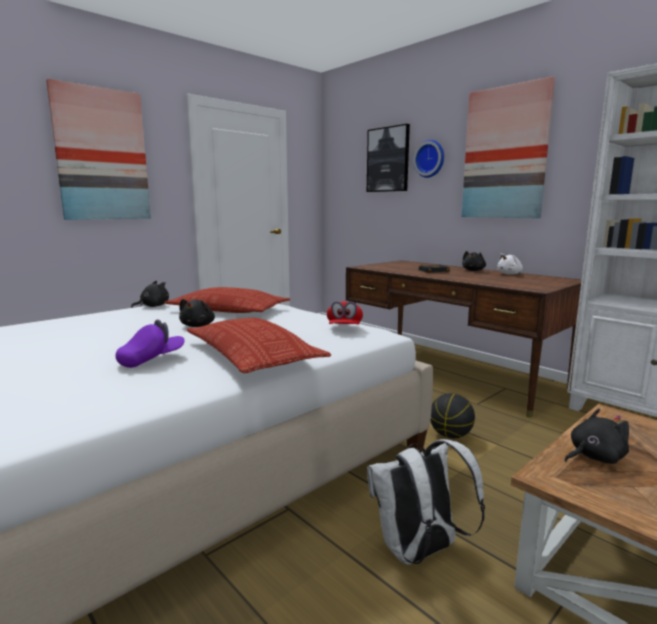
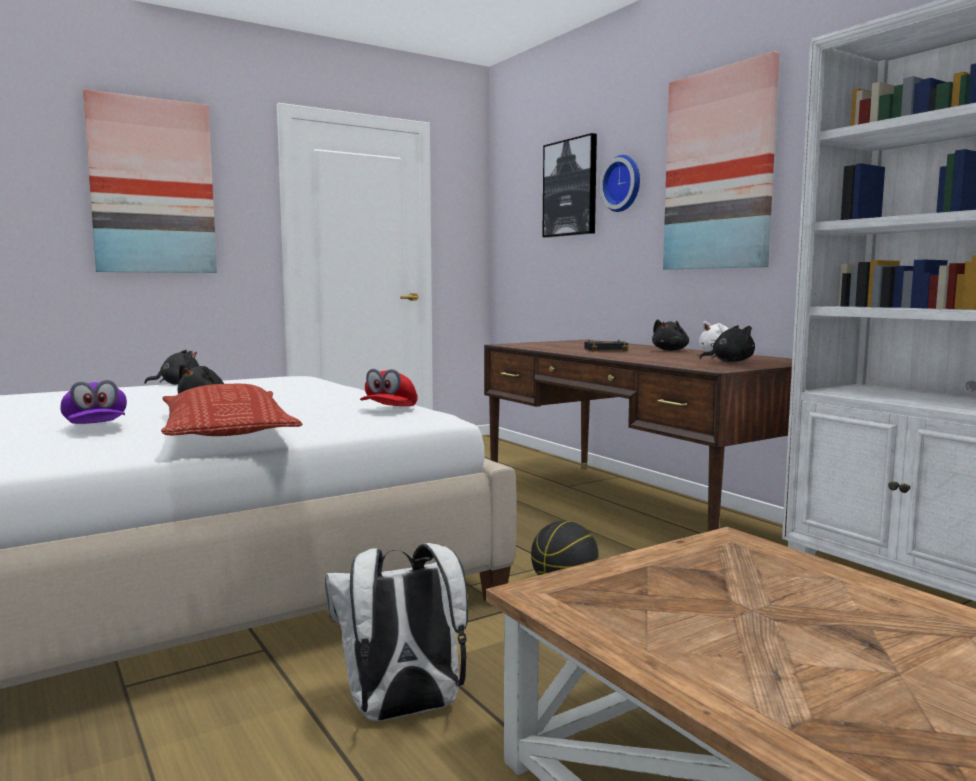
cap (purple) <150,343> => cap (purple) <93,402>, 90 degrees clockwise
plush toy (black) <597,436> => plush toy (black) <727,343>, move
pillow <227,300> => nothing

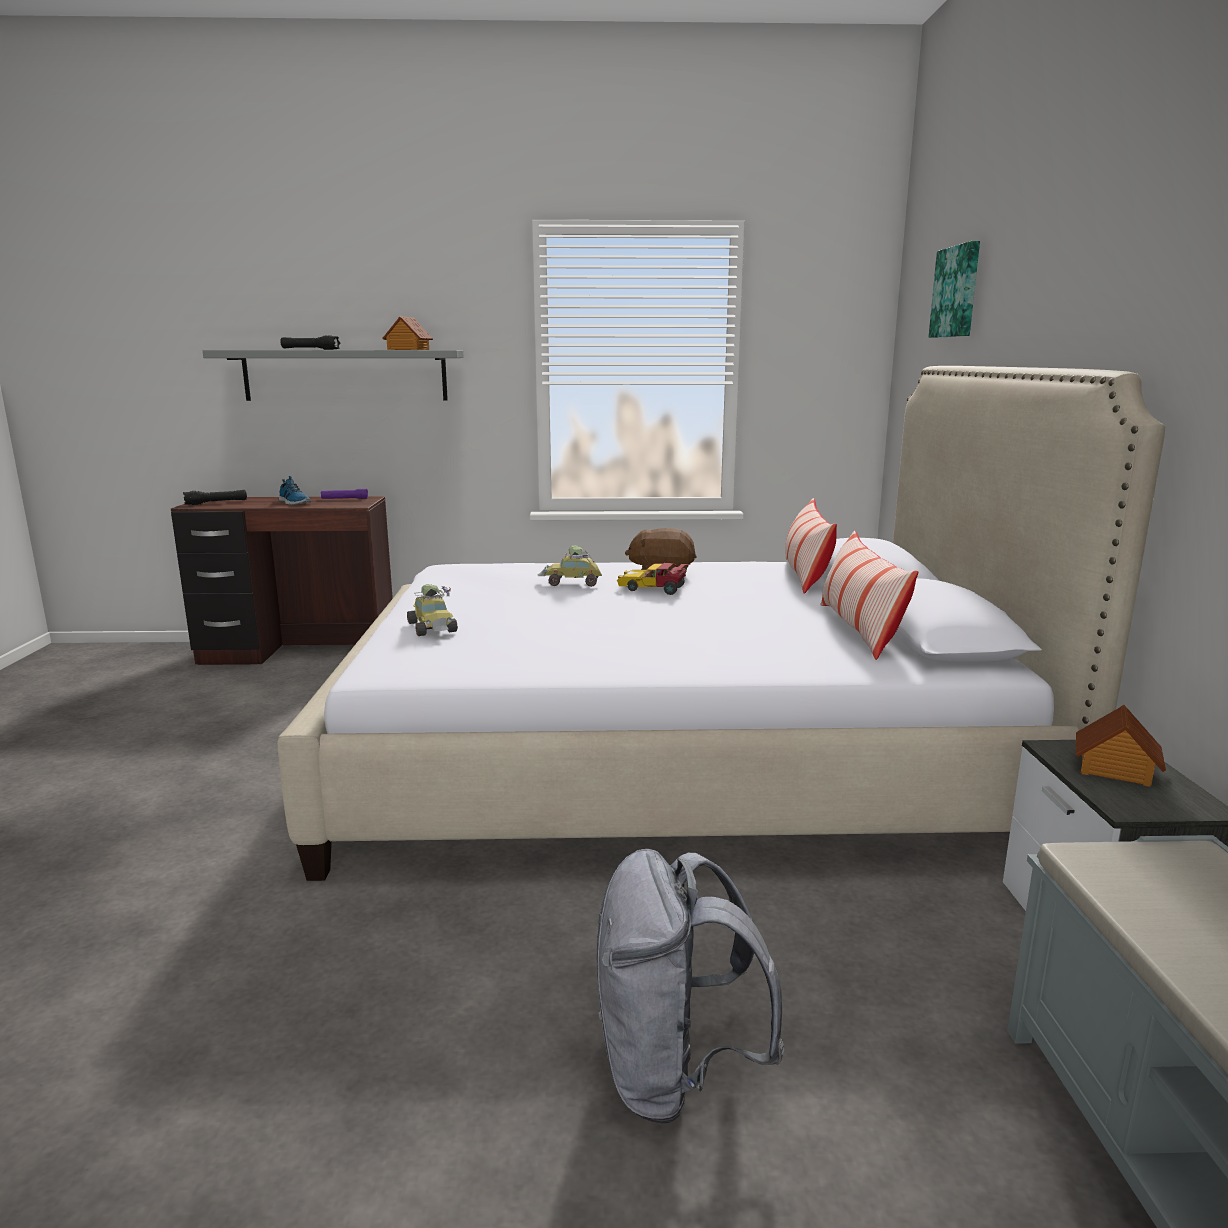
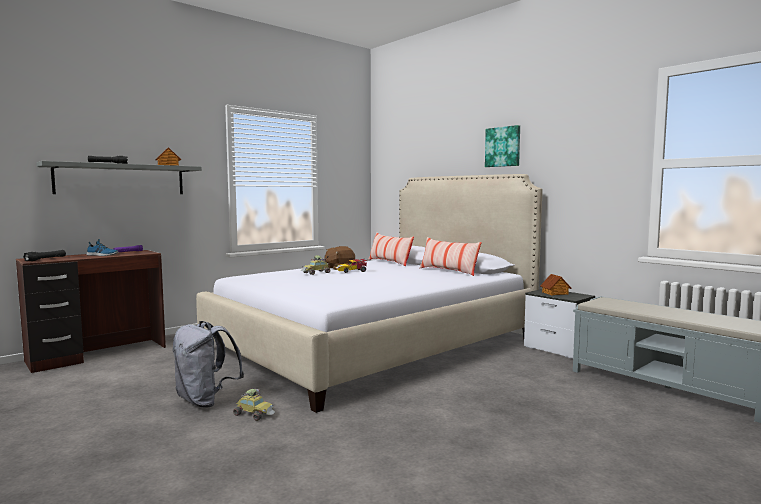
backpack (grey) <691,986> => backpack (grey) <208,364>, move
toy car <432,610> => toy car <254,404>, move
picture <954,289> => picture <502,146>, move

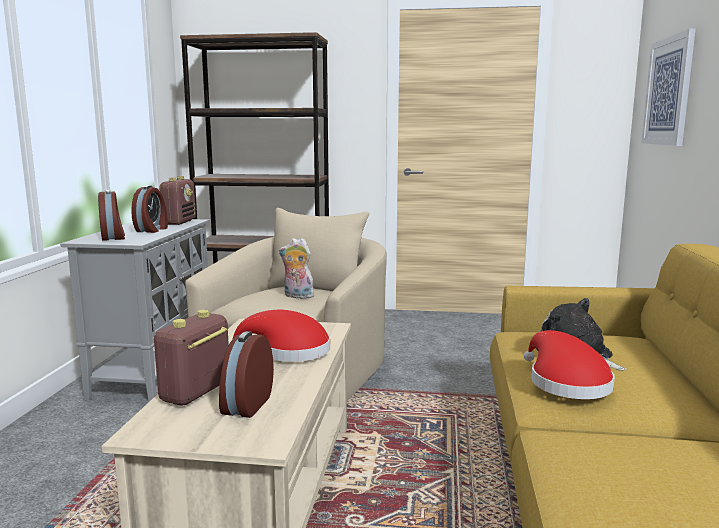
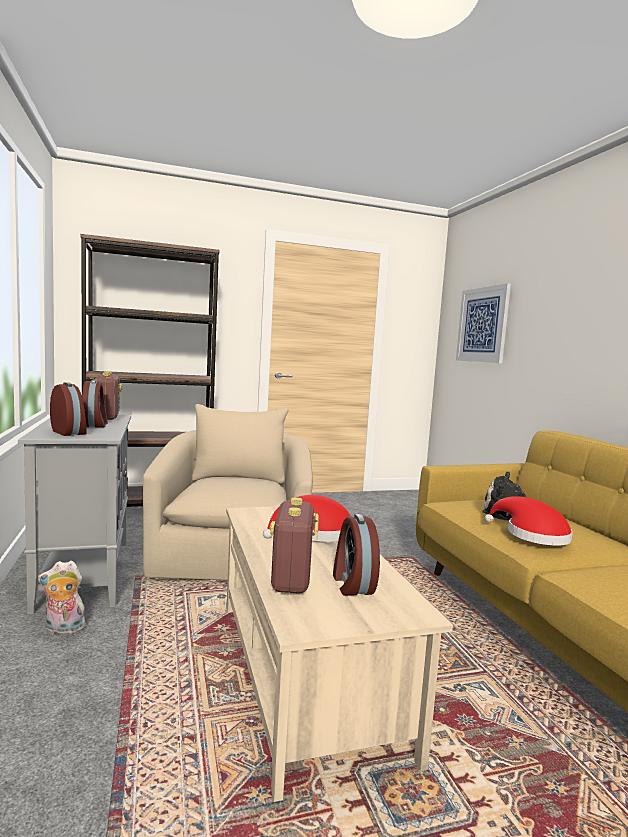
plush toy <296,268> => plush toy <62,598>, move

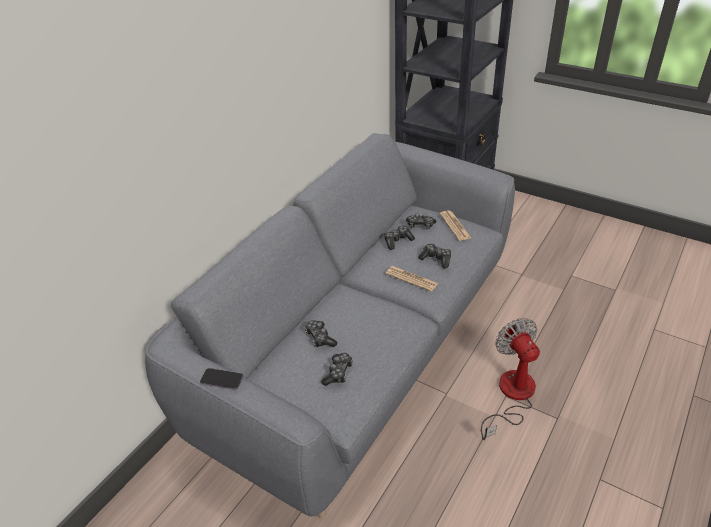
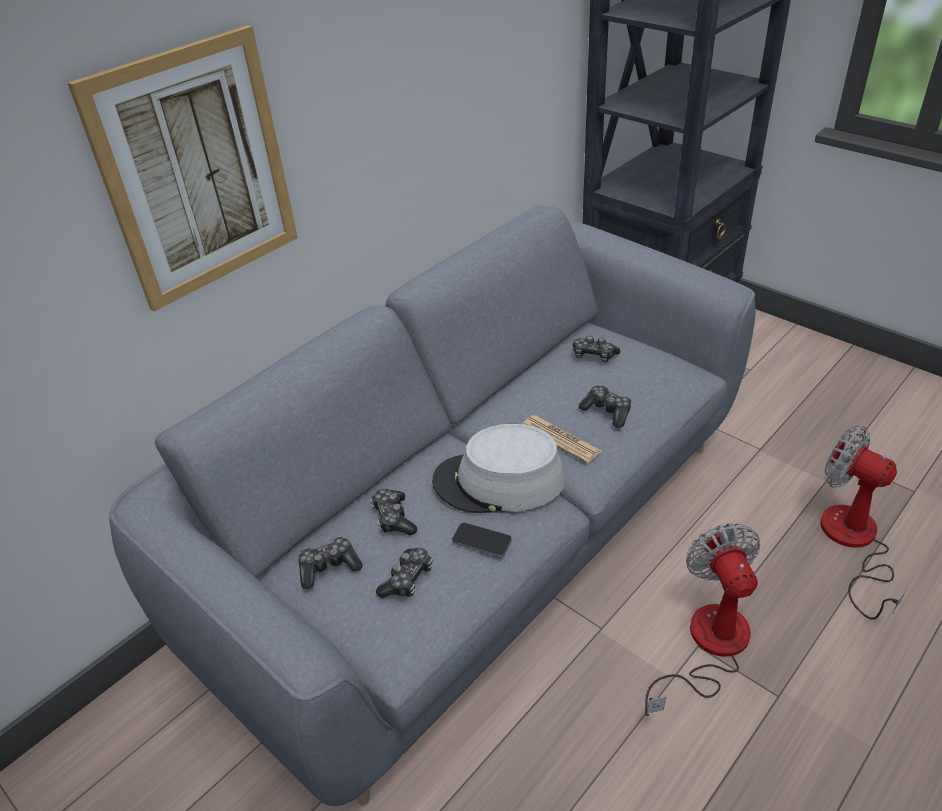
nothing => picture <183,168>
game controller <399,238> => game controller <330,562>, move
nothing => hat (grey) <498,468>
phone <221,379> => phone <482,540>, move
nothing => fan <863,522>
newspaper <455,225> => nothing

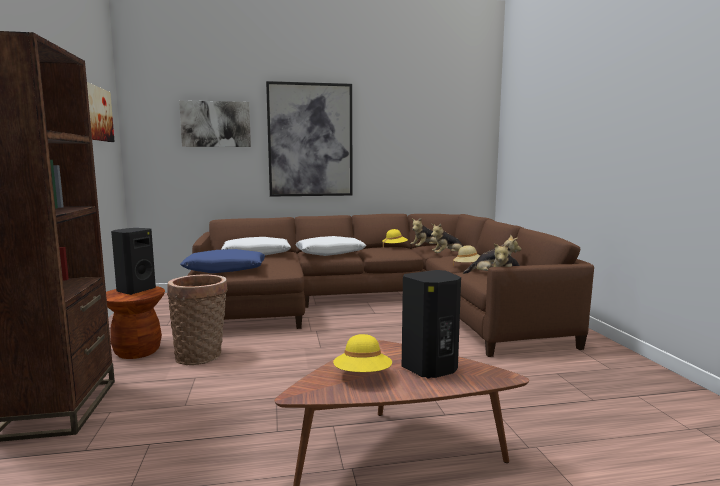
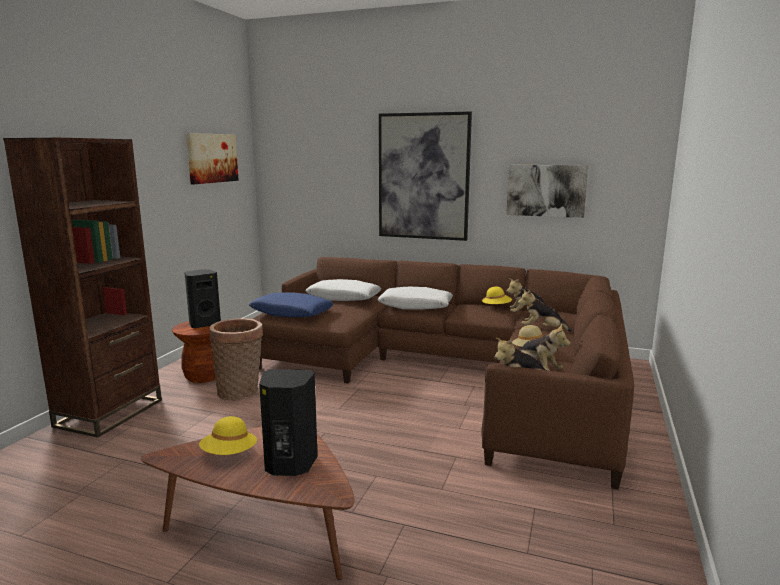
picture <215,123> => picture <547,191>, move

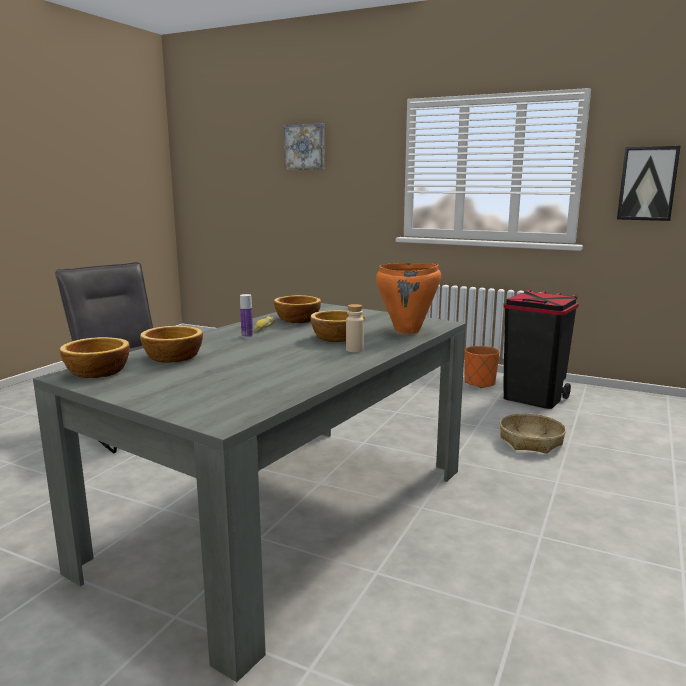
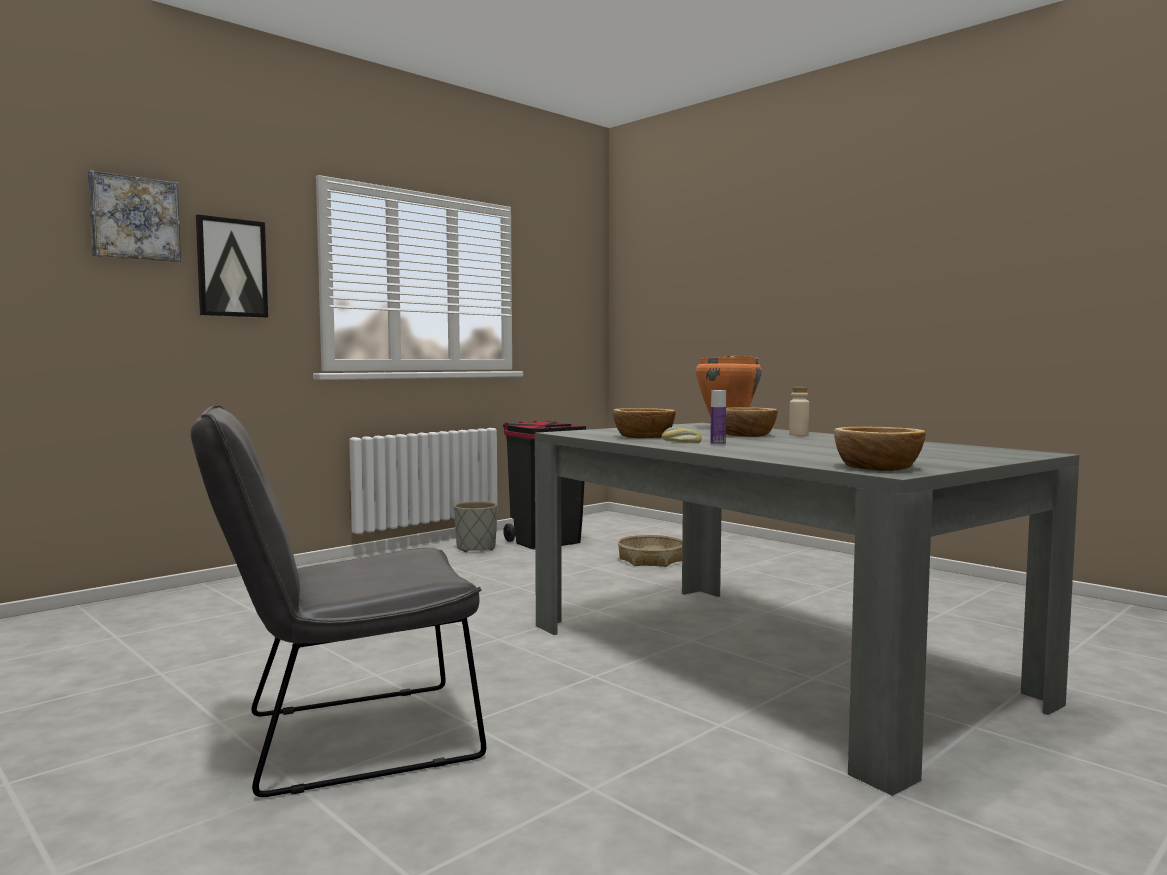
picture <649,183> => picture <232,266>, move
planter (orange) <481,367> => planter (grey) <475,526>
bowl <171,344> => nothing

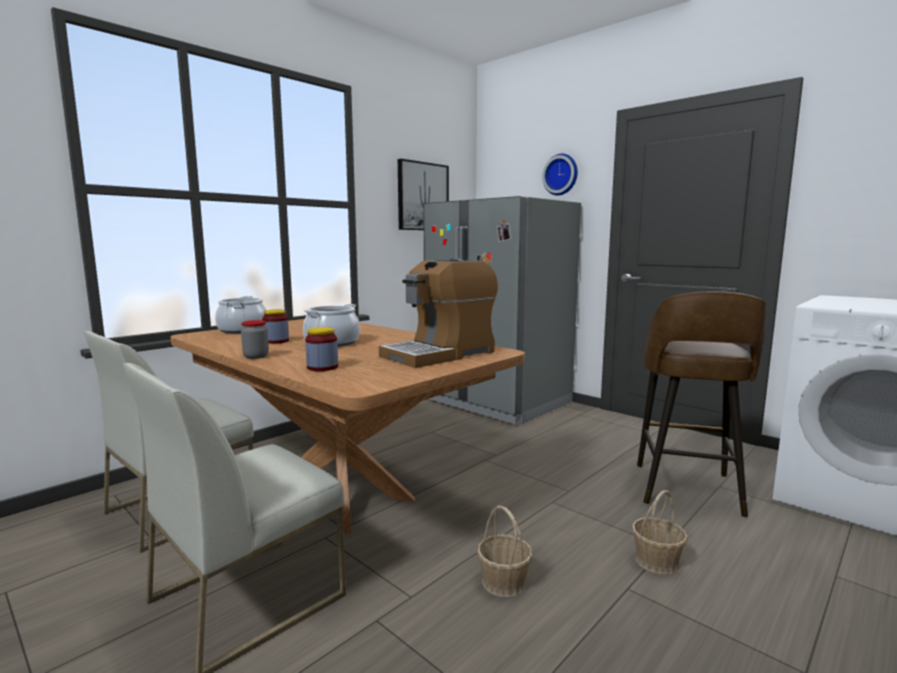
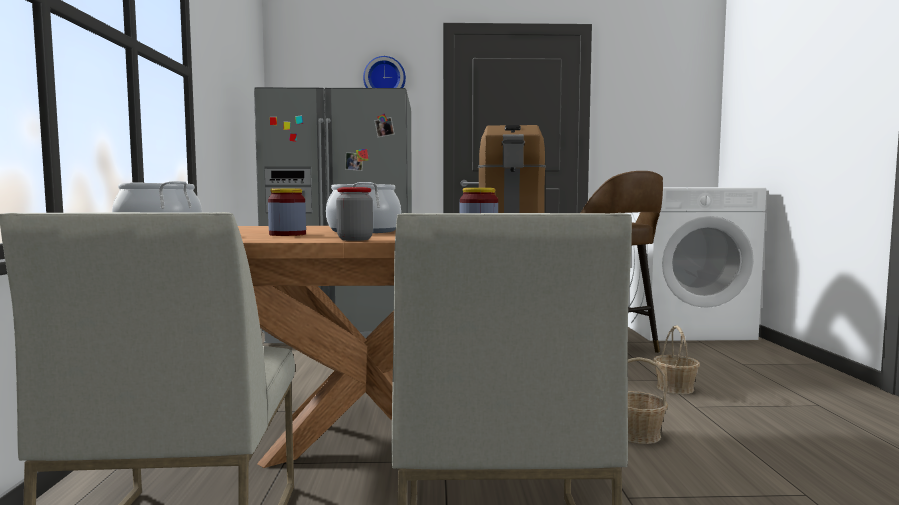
picture <423,194> => nothing

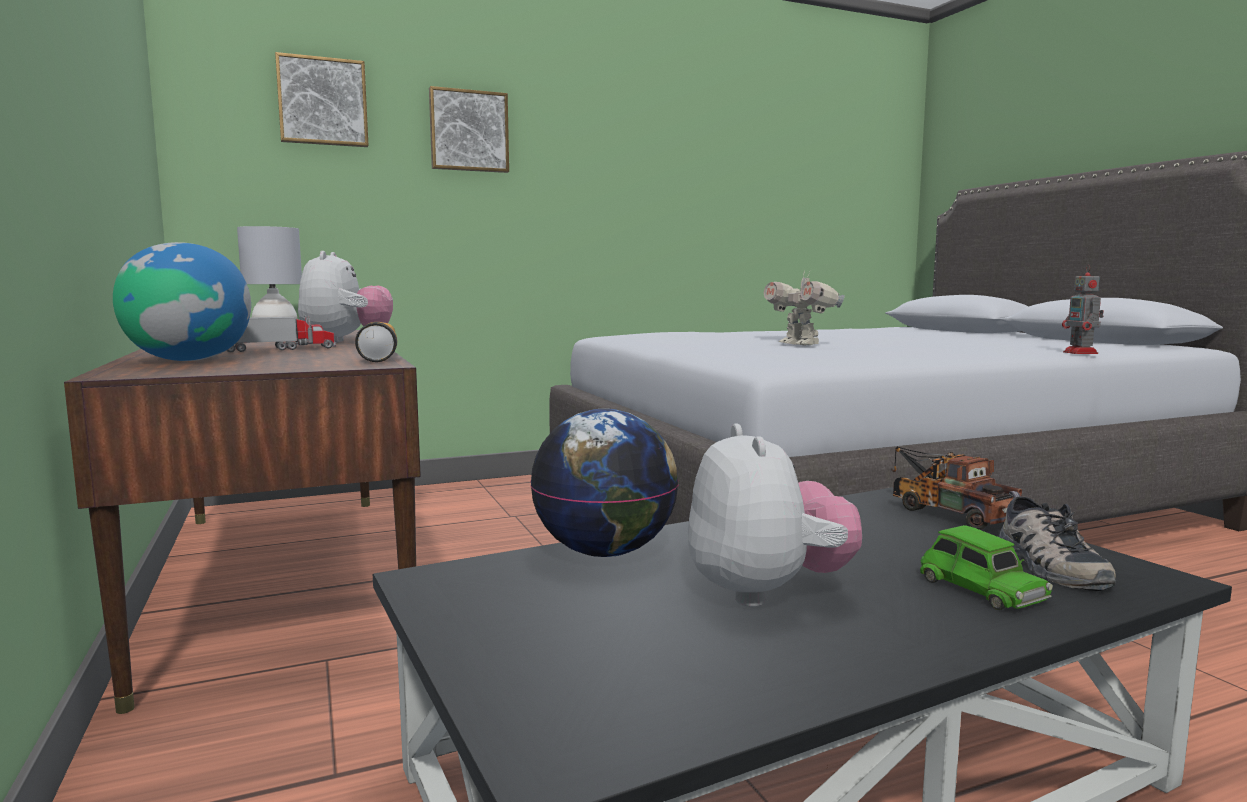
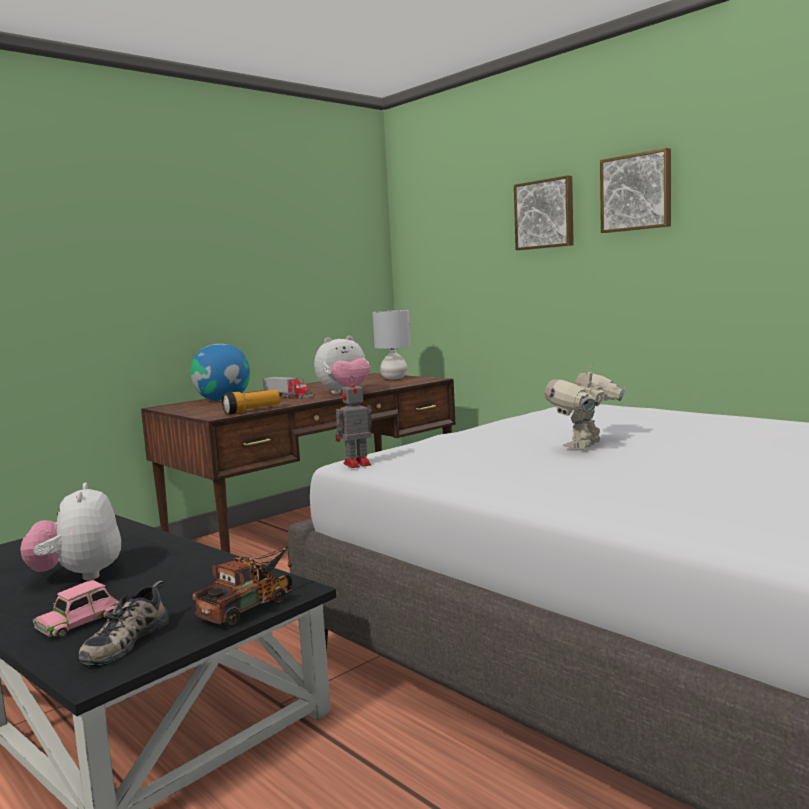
plush toy <775,515> => plush toy <70,531>, 105 degrees clockwise
toy car (green) <986,567> => toy car (pink) <76,609>
shoe <1057,541> => shoe <124,623>, 45 degrees counterclockwise
toy robot <1083,310> => toy robot <353,422>, move
picture <322,99> => picture <635,190>, move
globe <604,483> => nothing

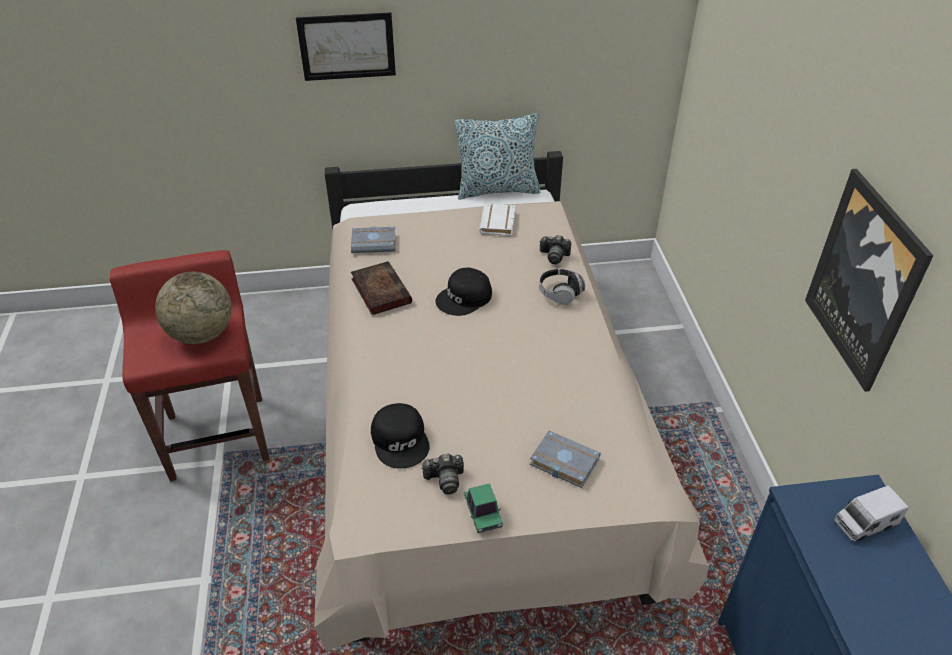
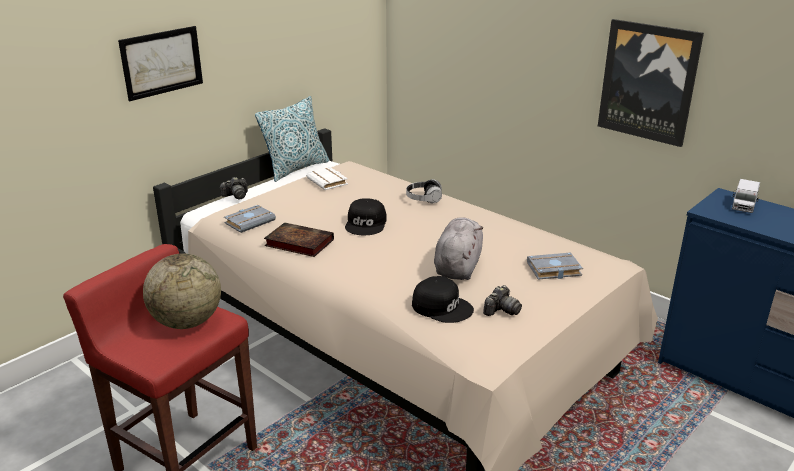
photo camera <555,249> => photo camera <234,188>, move
nothing => plush toy (grey) <458,248>
toy car <483,508> => nothing

